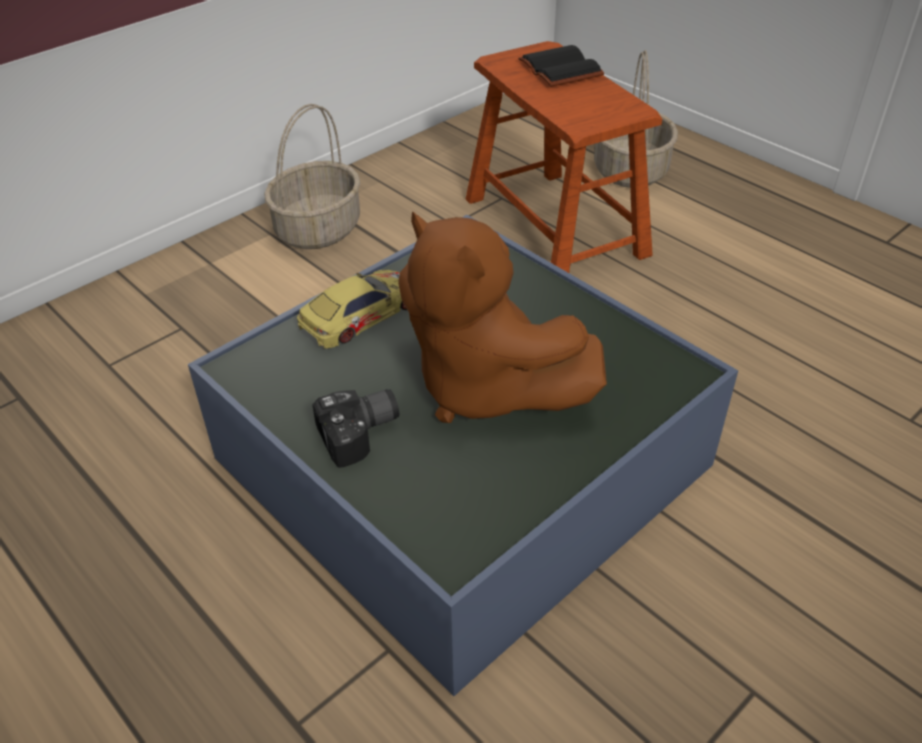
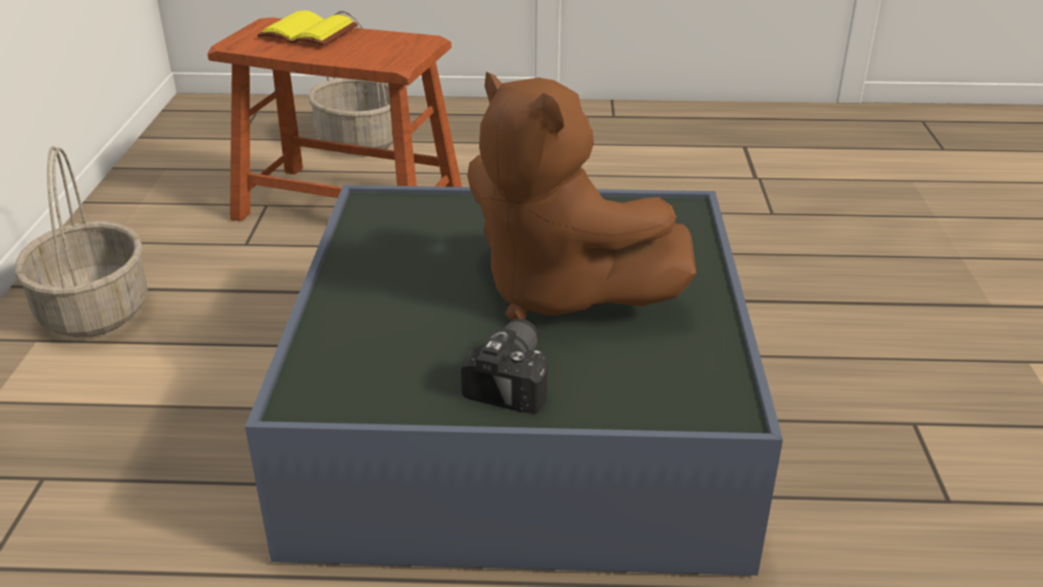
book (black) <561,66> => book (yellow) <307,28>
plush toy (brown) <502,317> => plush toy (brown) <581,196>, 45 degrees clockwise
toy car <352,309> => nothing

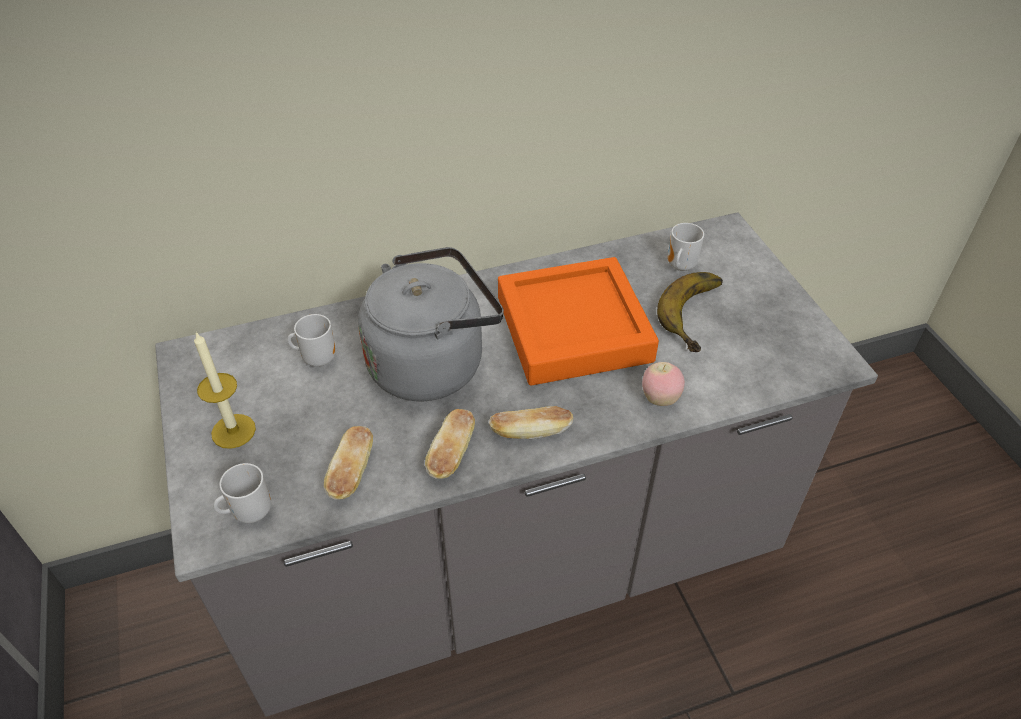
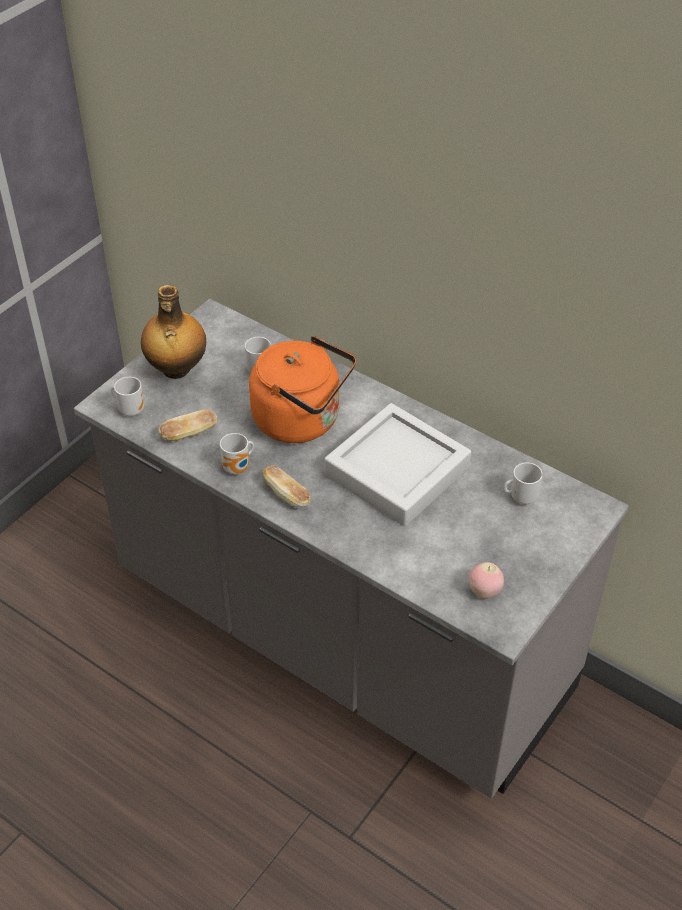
candle <225,390> => bottle <173,332>
bread <450,444> => mug <237,453>
kettle (grey) <431,324> => kettle (orange) <302,389>
tray (orange) <578,321> => tray (grey) <397,464>
apple <663,384> => apple <486,580>, move
banana <690,312> => nothing

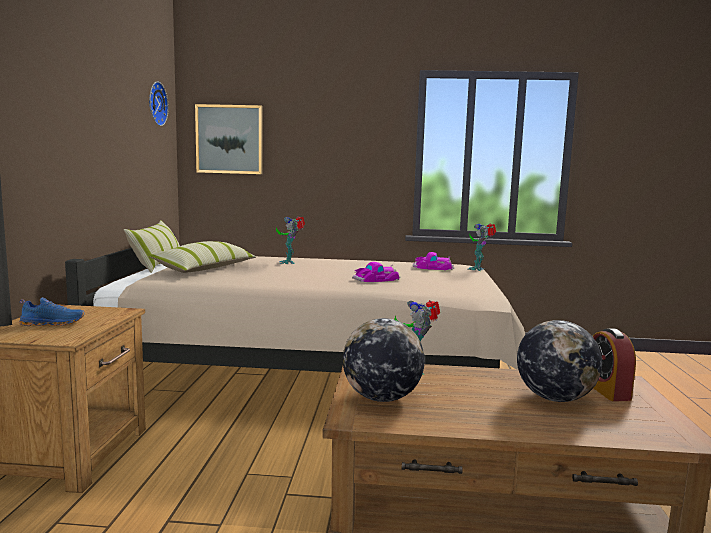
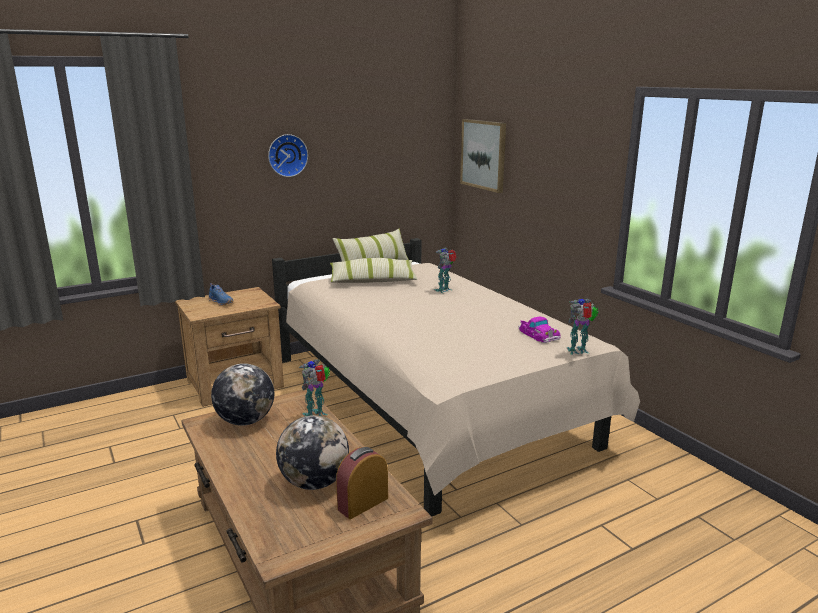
wall clock <159,103> => wall clock <288,155>, move
toy car <376,272> => nothing

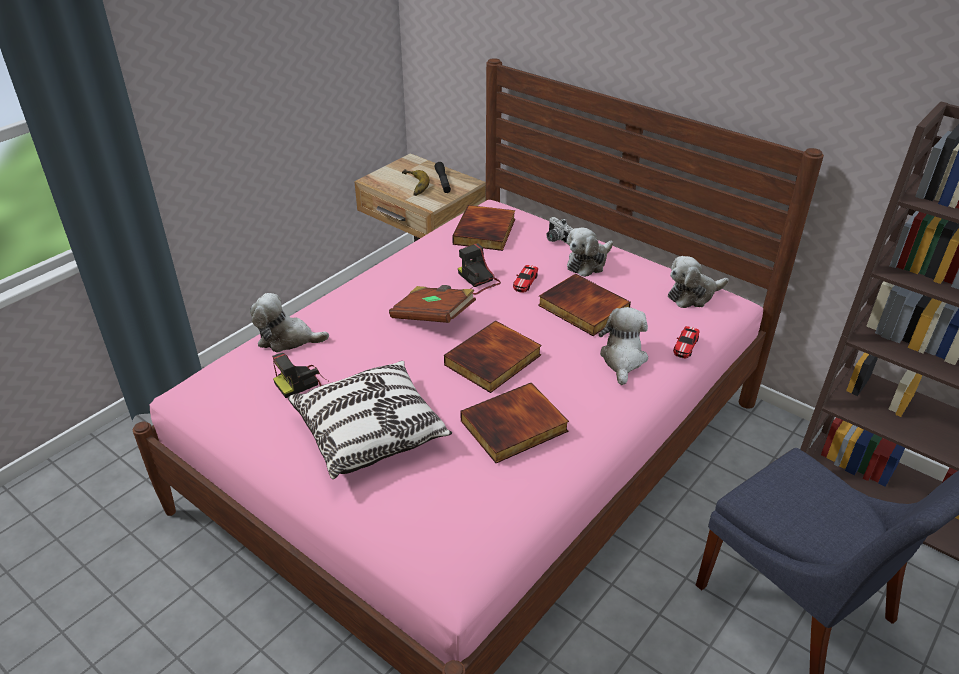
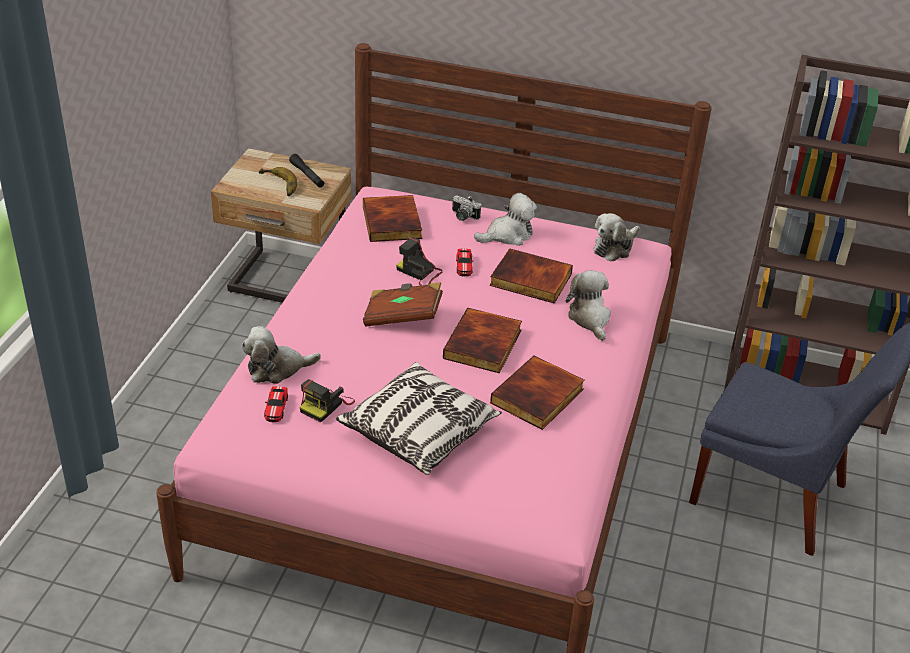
toy car <686,342> => toy car <276,404>, move
plush toy <590,252> => plush toy <505,219>, 135 degrees counterclockwise

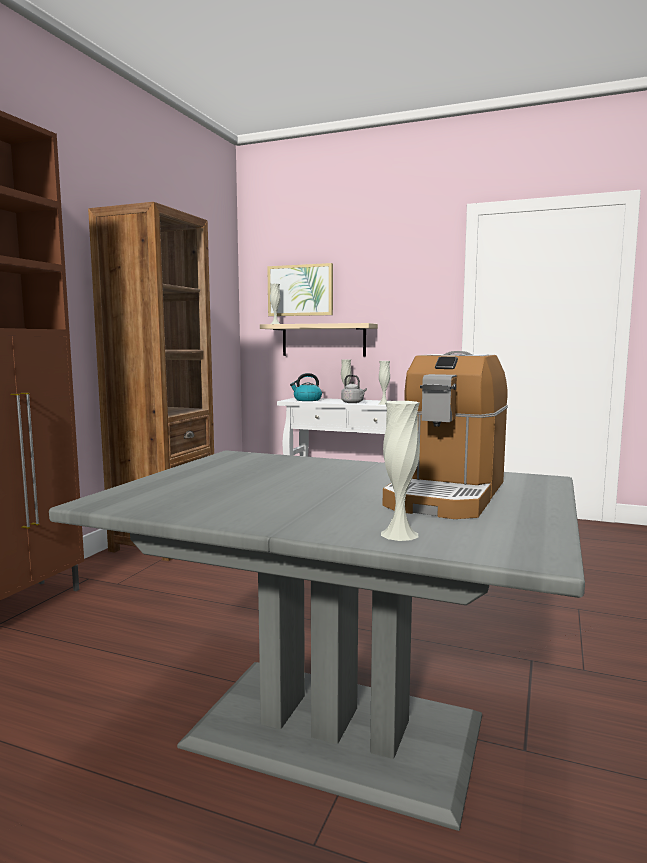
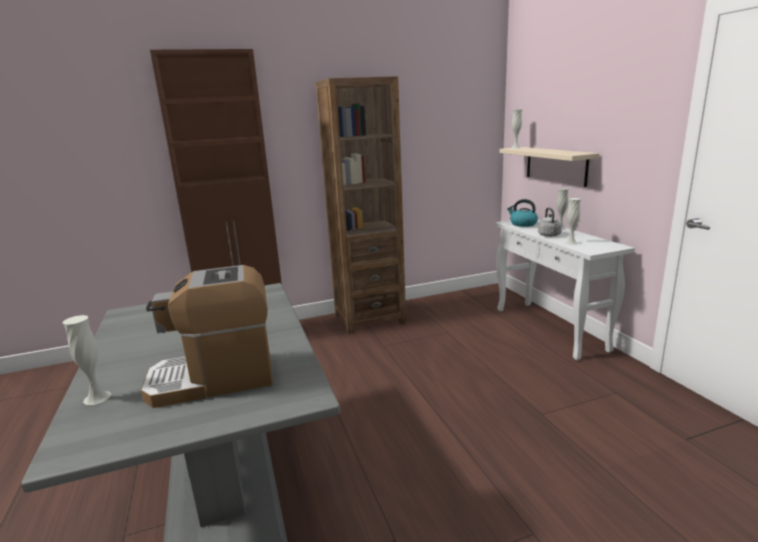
picture <300,289> => nothing

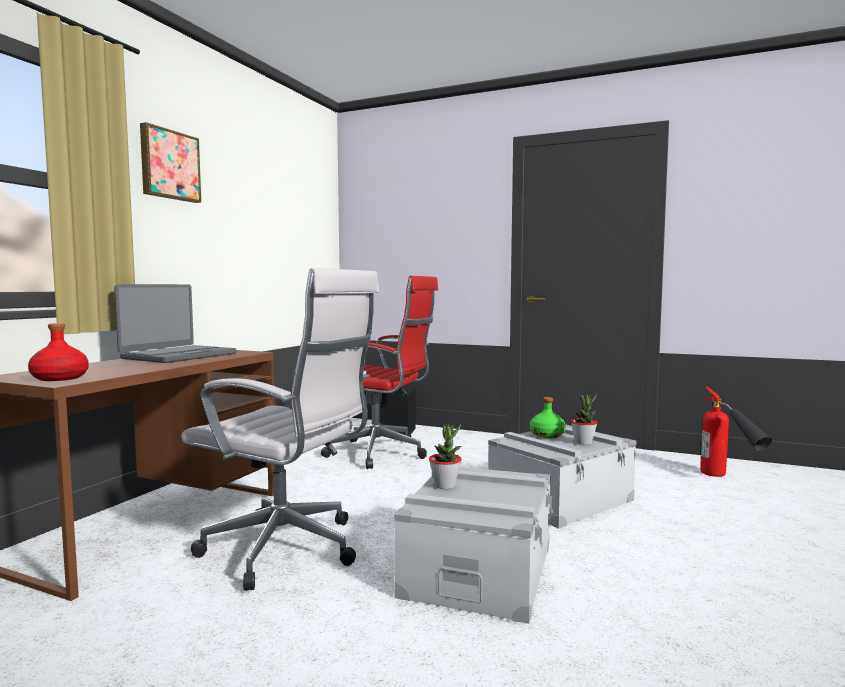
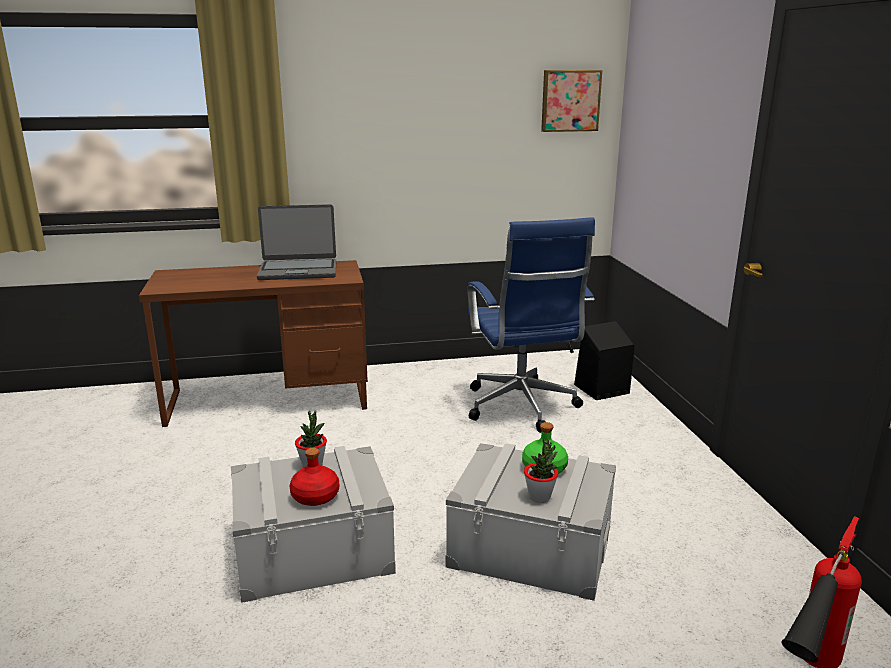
bottle (red) <58,352> => bottle (red) <314,477>, move
office chair (red) <379,372> => office chair (blue) <531,325>
picture <170,162> => picture <571,101>, move
office chair (white) <280,429> => nothing

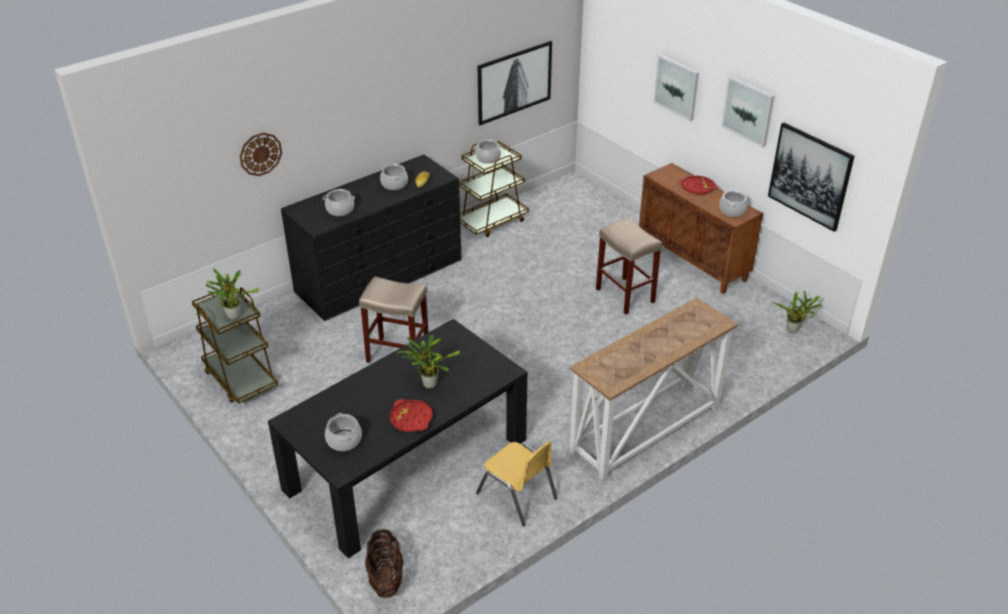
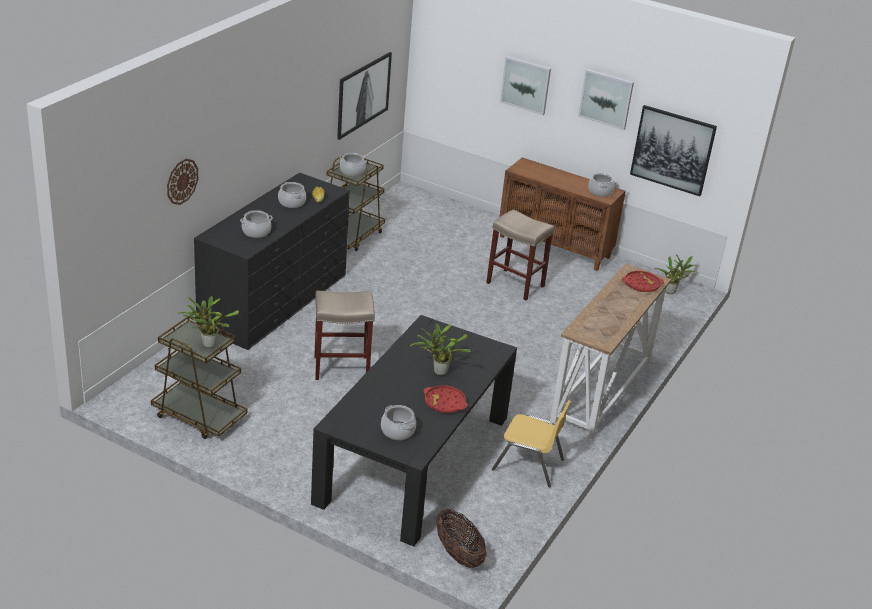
tray (red) <698,185> => tray (red) <643,281>, move

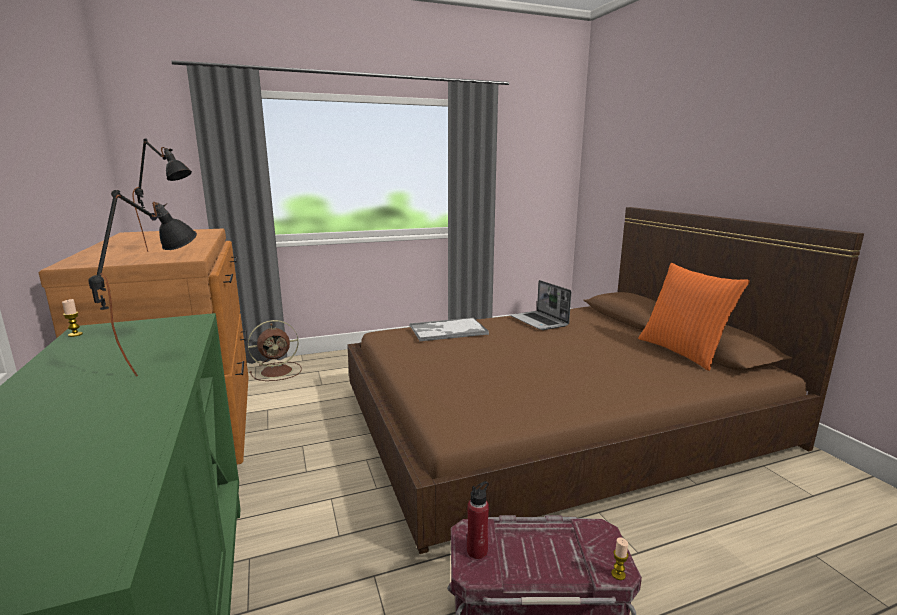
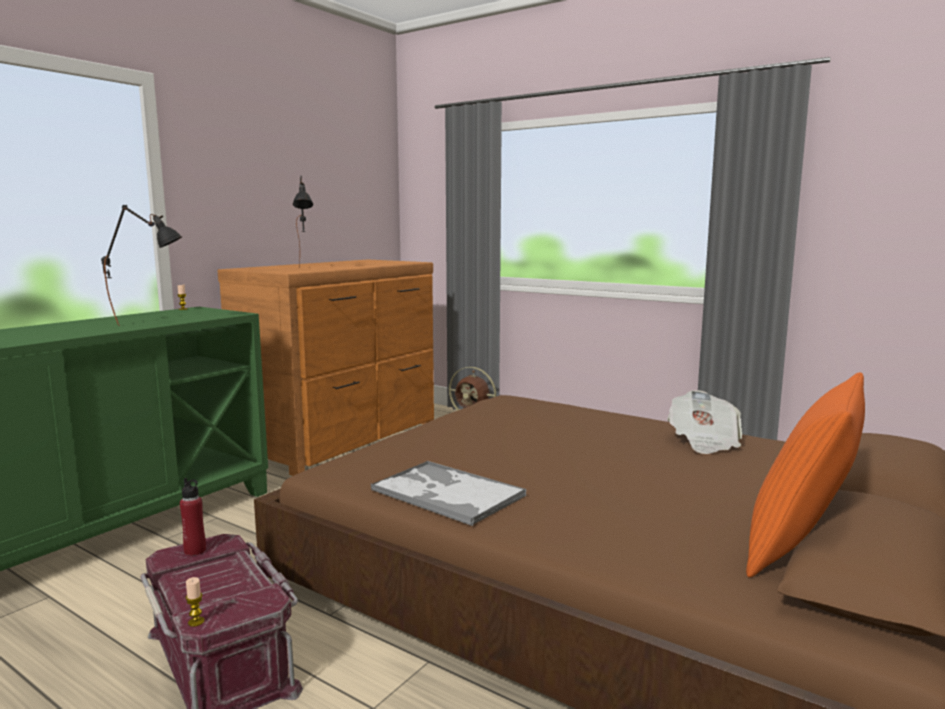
tray <449,329> => tray <448,493>, move
laptop <541,305> => newspaper <704,422>

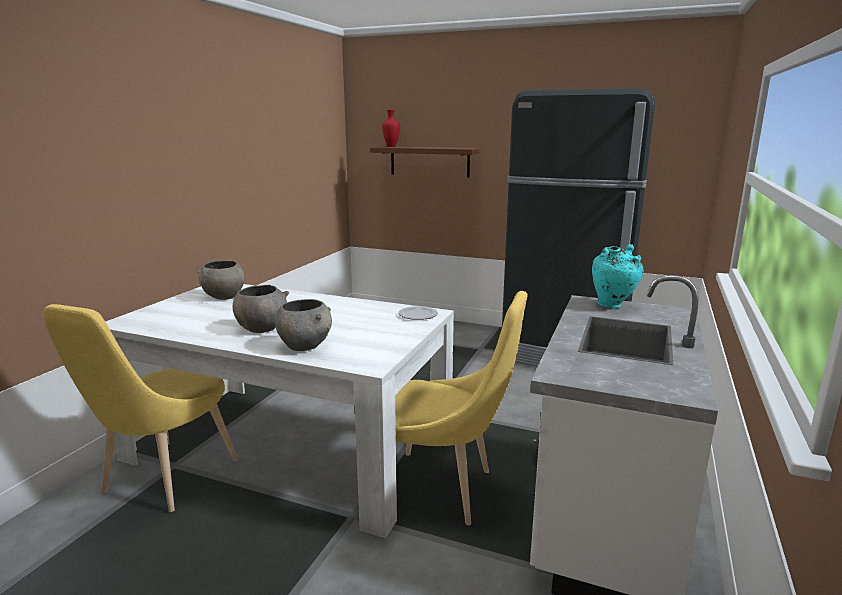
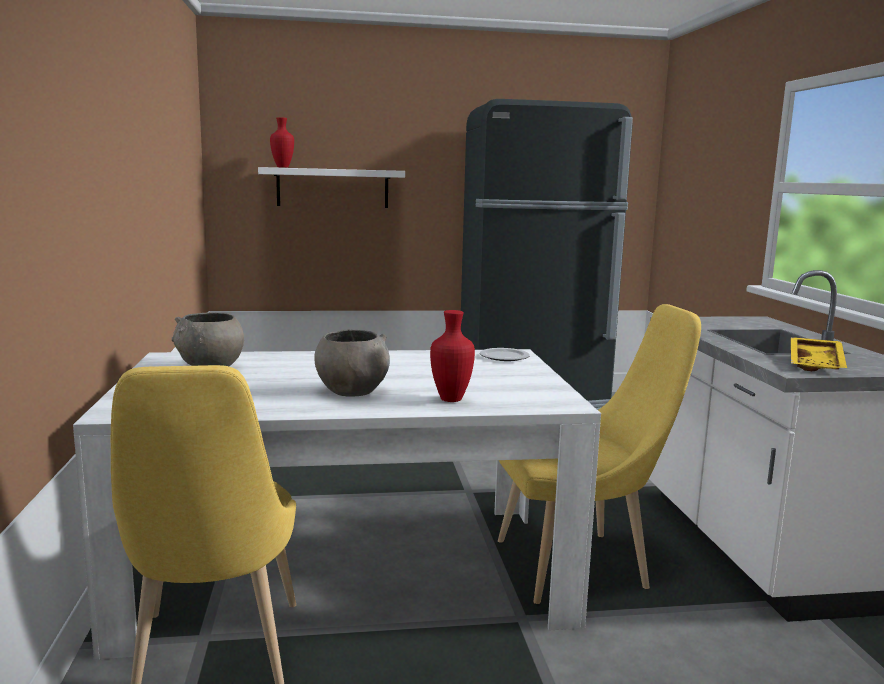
shelf (brown) <425,161> => shelf (white) <331,187>
bowl (grey) <303,325> => vase (red) <452,356>
nothing => tray (yellow) <819,354>
vase (turquoise) <618,276> => nothing

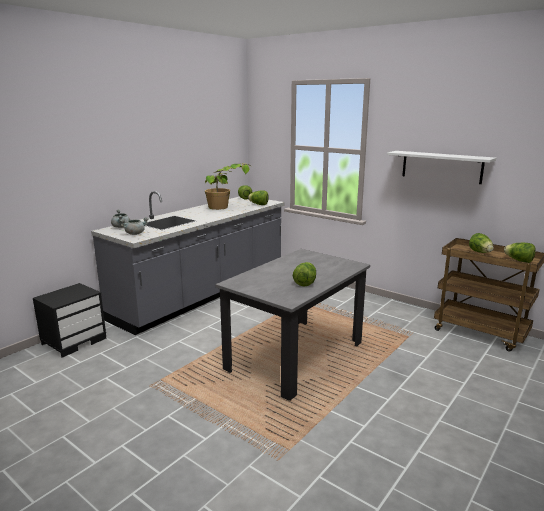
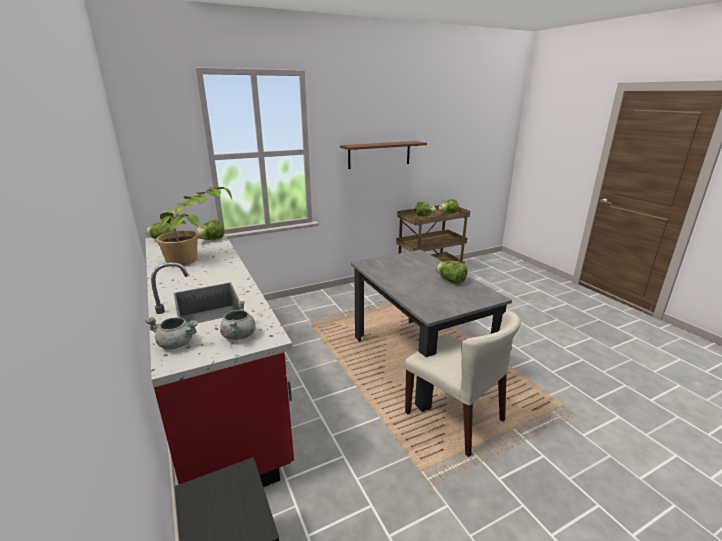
counter (grey) <187,263> => counter (red) <219,360>
shelf (white) <441,167> => shelf (brown) <383,155>
nothing => chair (beige) <462,384>

